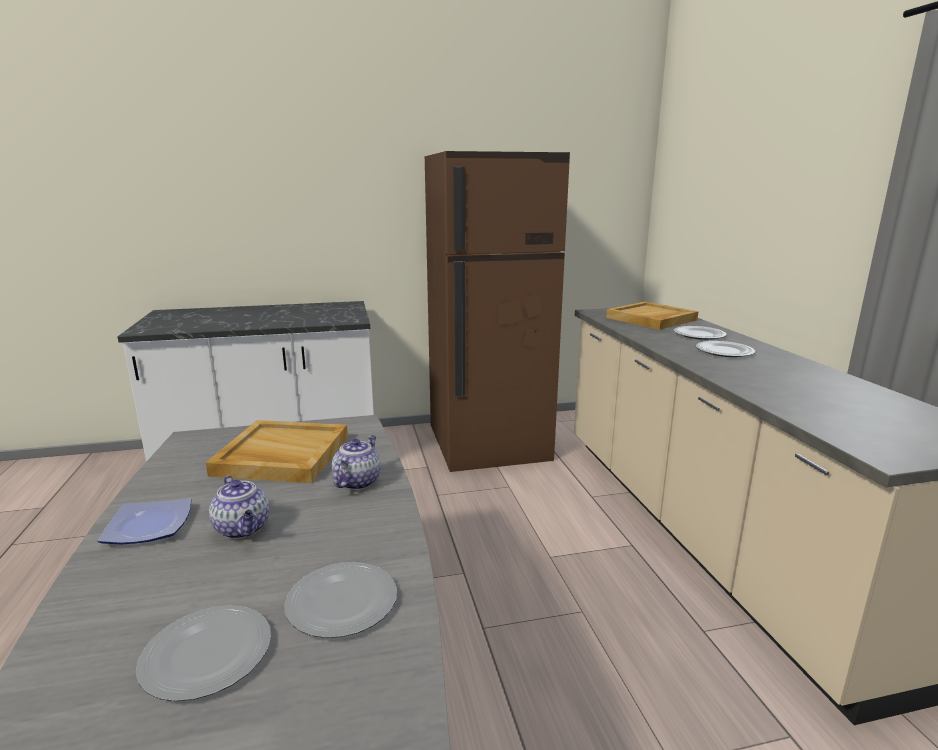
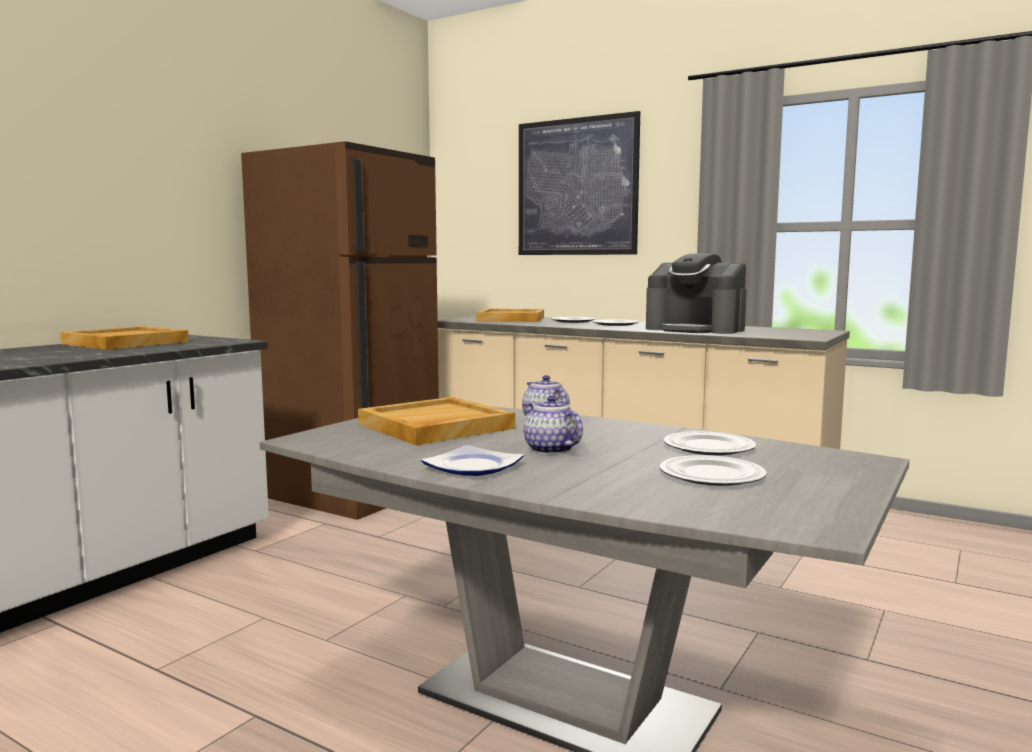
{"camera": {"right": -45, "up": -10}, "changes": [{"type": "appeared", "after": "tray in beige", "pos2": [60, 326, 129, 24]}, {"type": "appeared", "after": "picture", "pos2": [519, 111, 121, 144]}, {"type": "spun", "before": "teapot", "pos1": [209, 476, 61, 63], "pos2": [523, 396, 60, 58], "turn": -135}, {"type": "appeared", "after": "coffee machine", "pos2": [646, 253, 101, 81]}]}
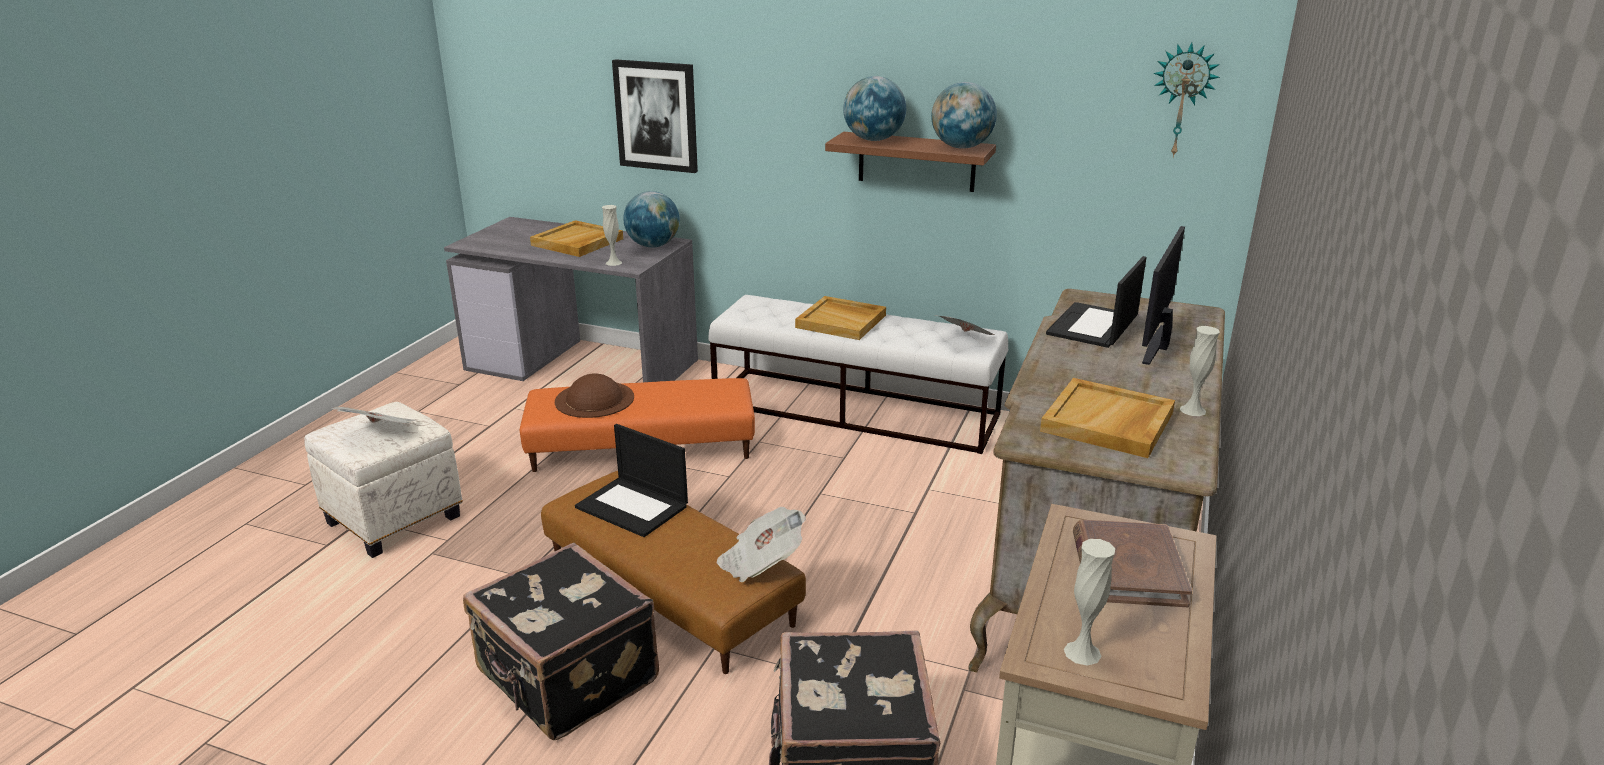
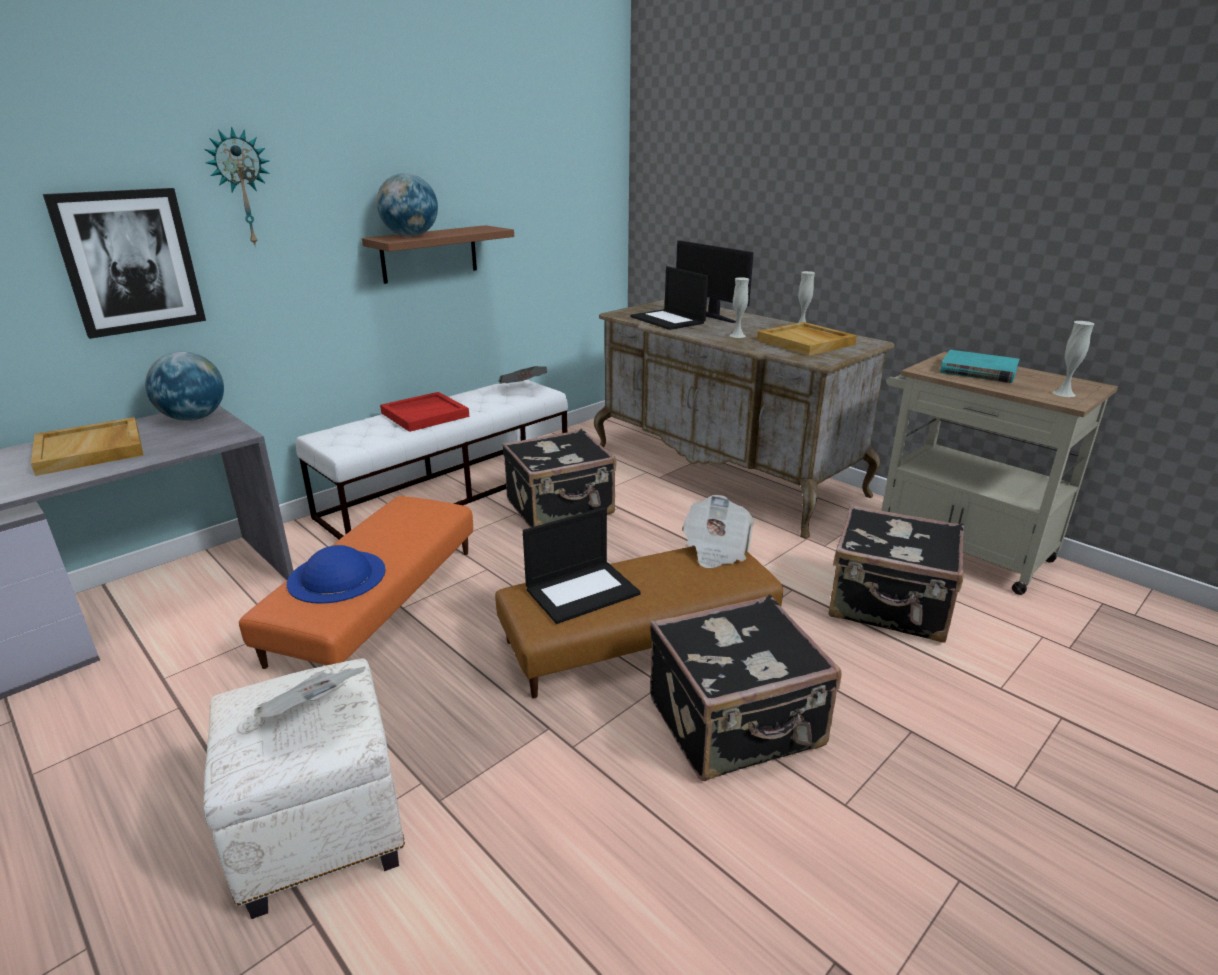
{"camera": {"right": -65, "up": 0}, "changes": [{"type": "relocated", "before": "wall clock", "pos1": [1153, 43, 67, 115], "pos2": [204, 127, 66, 120]}, {"type": "colour", "before": "hat in brown", "after": "hat in blue", "pos1": [555, 373, 79, 45], "pos2": [287, 545, 99, 59]}, {"type": "colour", "before": "tray in beige", "after": "tray in red", "pos1": [795, 296, 91, 44], "pos2": [380, 392, 89, 40]}, {"type": "appeared", "after": "suitcase in black", "pos2": [502, 429, 114, 99]}, {"type": "relocated", "before": "vase in white", "pos1": [602, 205, 20, 61], "pos2": [730, 277, 19, 61]}, {"type": "colour", "before": "book in brown", "after": "book in turquoise", "pos1": [1073, 520, 119, 87], "pos2": [940, 350, 80, 33]}, {"type": "missing", "before": "globe", "pos1": [931, 82, 66, 67]}]}
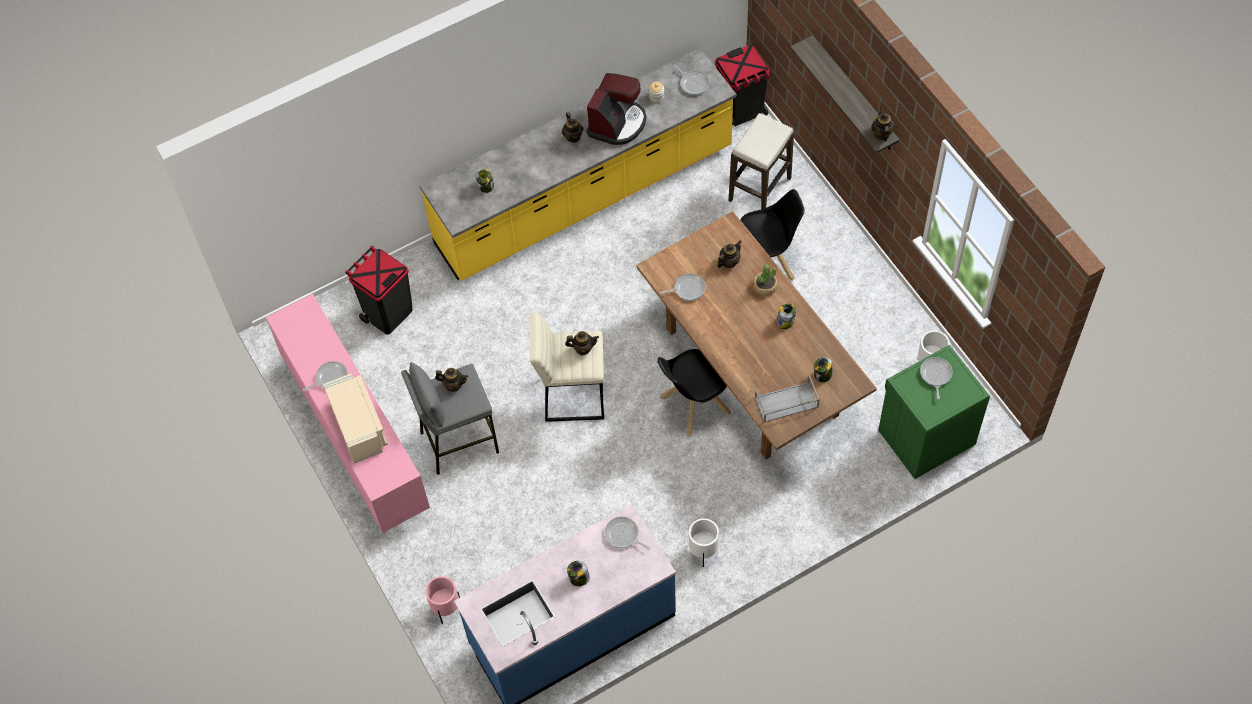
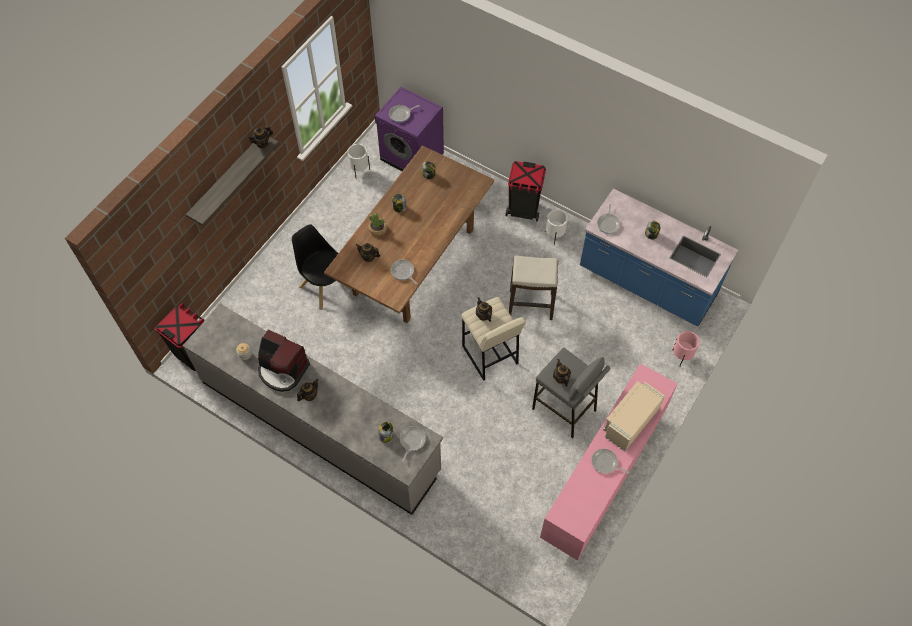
{"camera": {"right": -120, "up": 0}, "changes": [{"type": "colour", "before": "counter in yellow", "after": "counter in grey", "pos1": [419, 48, 317, 233], "pos2": [183, 304, 260, 211]}, {"type": "spun", "before": "coffee machine", "pos1": [587, 73, 59, 72], "pos2": [258, 330, 52, 62], "turn": -150}, {"type": "colour", "before": "washing machine in green", "after": "washing machine in purple", "pos1": [878, 345, 112, 134], "pos2": [375, 87, 69, 84]}, {"type": "relocated", "before": "frying pan", "pos1": [674, 65, 36, 30], "pos2": [400, 426, 26, 36]}, {"type": "relocated", "before": "trash can in black", "pos1": [345, 246, 67, 89], "pos2": [505, 161, 41, 61]}, {"type": "relocated", "before": "stool", "pos1": [729, 113, 65, 96], "pos2": [509, 256, 49, 64]}, {"type": "missing", "before": "chair in black", "pos1": [658, 349, 73, 88]}, {"type": "missing", "before": "tray in grey", "pos1": [755, 375, 65, 47]}]}
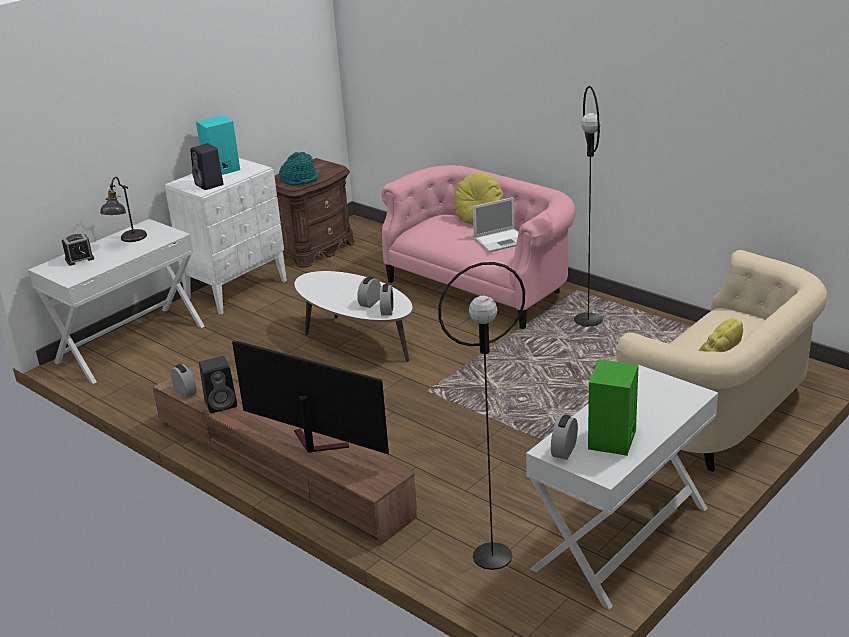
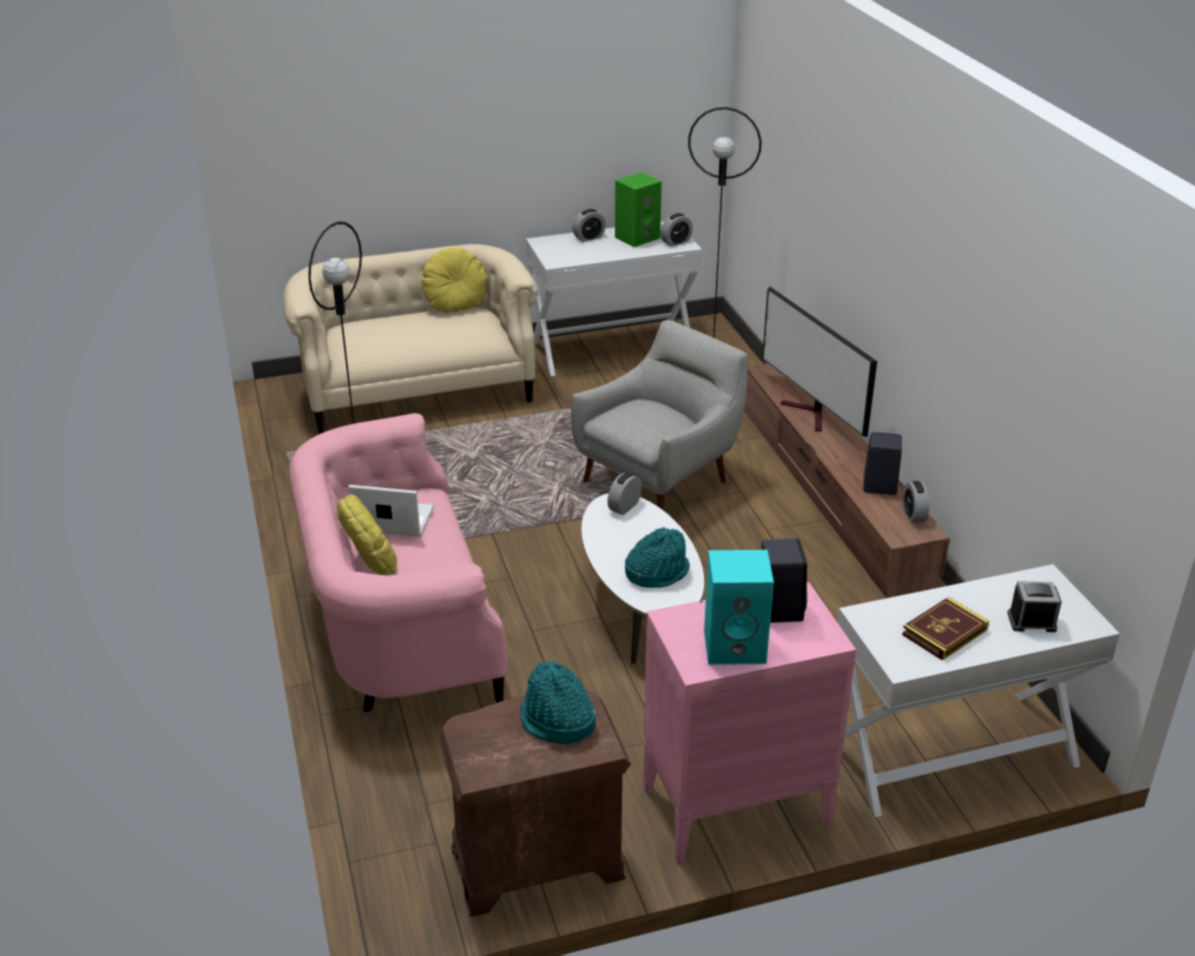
{"camera": {"right": -150, "up": 5}, "changes": [{"type": "appeared", "after": "armchair in grey", "pos2": [571, 320, 177, 190]}, {"type": "relocated", "before": "alarm clock", "pos1": [357, 277, 24, 31], "pos2": [572, 209, 34, 33]}, {"type": "appeared", "after": "hat in turquoise", "pos2": [625, 527, 65, 61]}, {"type": "colour", "before": "dresser in white", "after": "dresser in pink", "pos1": [165, 158, 122, 156], "pos2": [643, 582, 213, 282]}, {"type": "exchanged", "before": "table lamp in grey", "after": "book", "pos1": [100, 177, 47, 65], "pos2": [902, 597, 87, 64]}]}
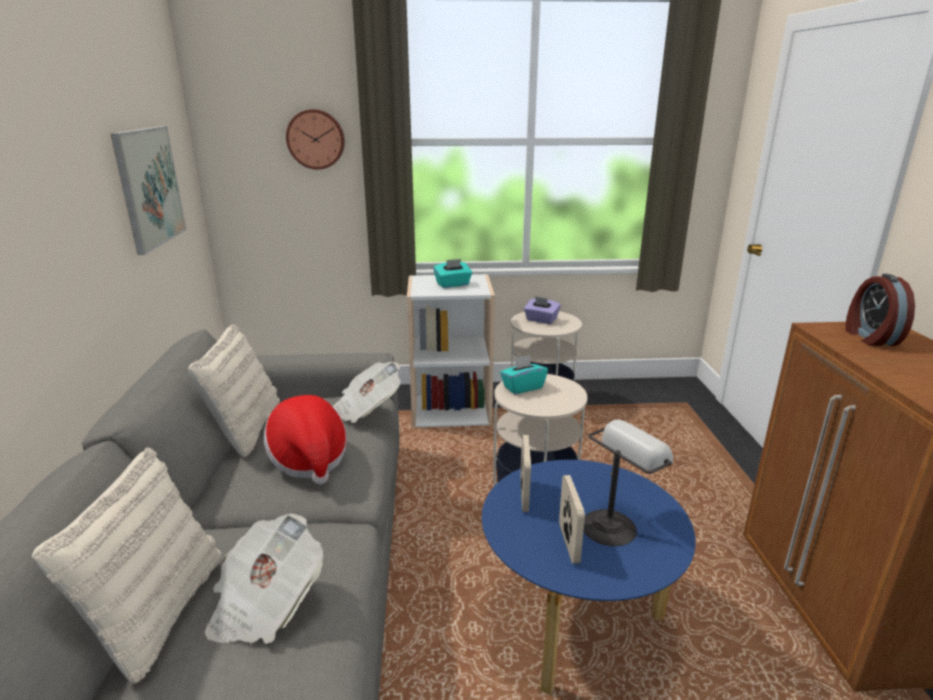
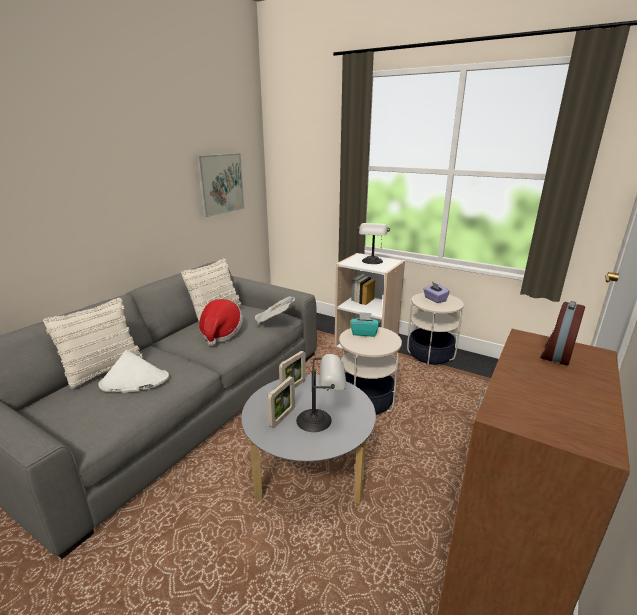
{"camera": {"right": 35, "up": 0}, "changes": [{"type": "exchanged", "before": "newspaper", "after": "hat in white", "pos1": [205, 514, 118, 130], "pos2": [98, 350, 71, 43]}, {"type": "colour", "before": "coffee table in blue", "after": "coffee table in grey", "pos1": [482, 460, 214, 235], "pos2": [241, 374, 135, 131]}, {"type": "exchanged", "before": "tissue box in turquoise", "after": "table lamp", "pos1": [433, 259, 39, 29], "pos2": [357, 223, 33, 41]}, {"type": "missing", "before": "wall clock", "pos1": [286, 109, 59, 61]}]}
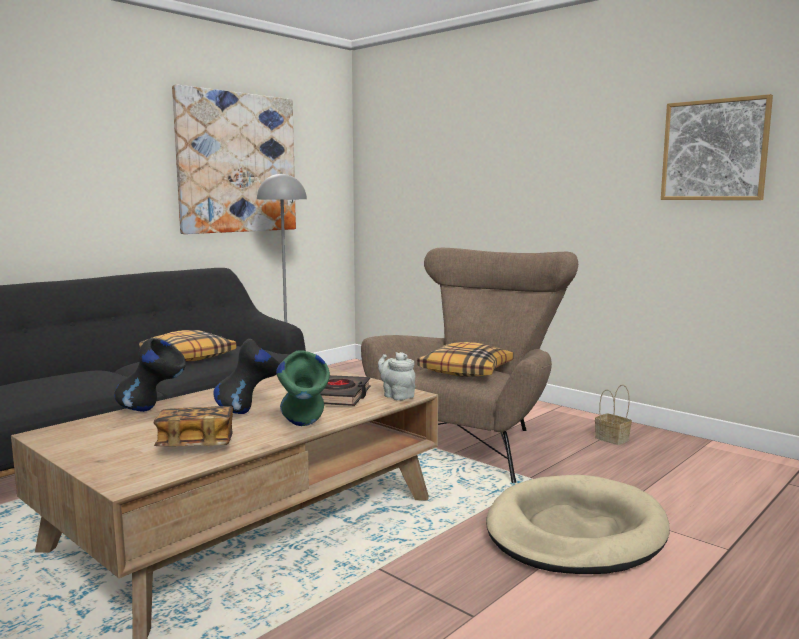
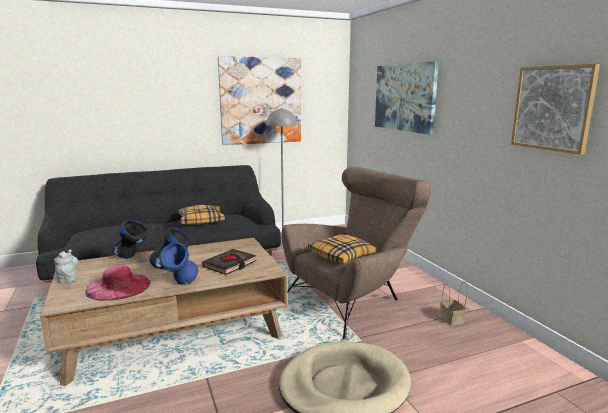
{"camera": {"right": 25, "up": 5}, "changes": [{"type": "relocated", "before": "teapot in grey", "pos1": [378, 352, 37, 48], "pos2": [54, 250, 25, 33]}, {"type": "exchanged", "before": "book", "after": "hat in pink", "pos1": [154, 406, 79, 40], "pos2": [85, 265, 65, 36]}, {"type": "colour", "before": "vase in green", "after": "vase in blue", "pos1": [276, 350, 54, 76], "pos2": [159, 242, 39, 43]}, {"type": "appeared", "after": "picture", "pos2": [375, 61, 64, 74]}]}
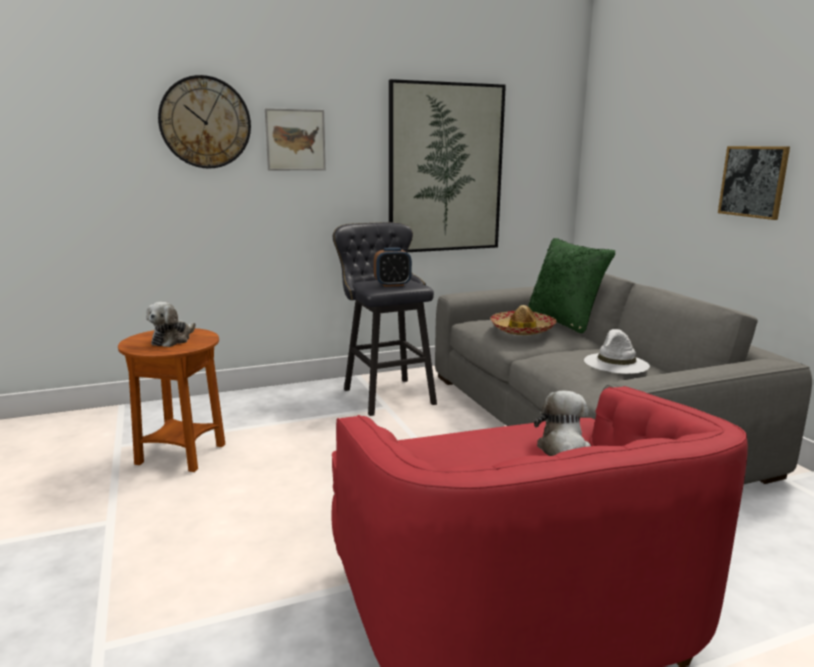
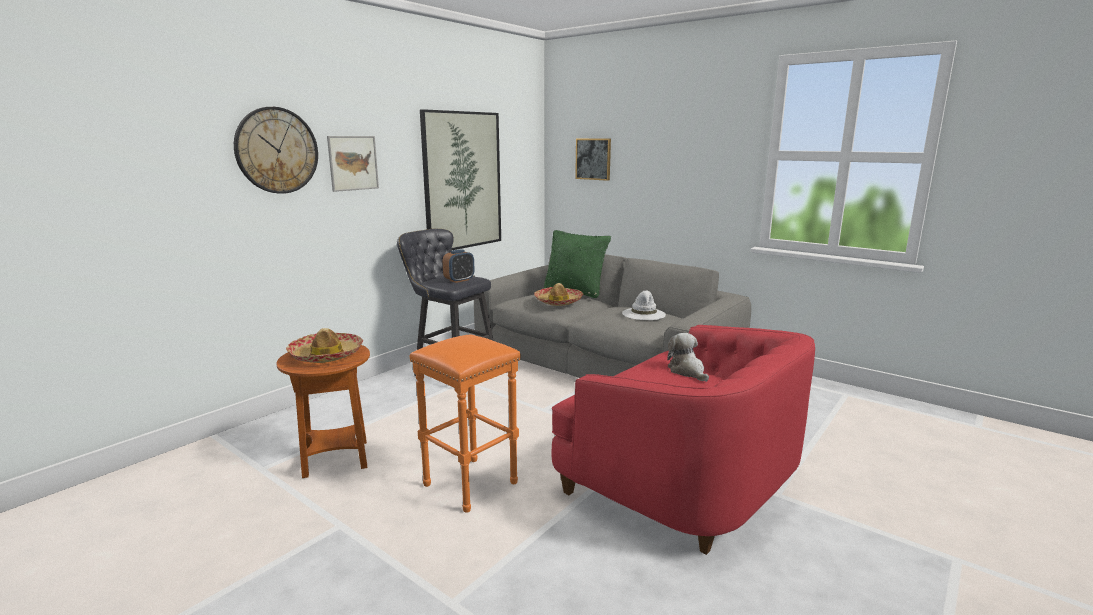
{"camera": {"right": -30, "up": 0}, "changes": [{"type": "exchanged", "before": "plush toy", "after": "hat", "pos1": [146, 302, 50, 45], "pos2": [286, 328, 77, 35]}, {"type": "appeared", "after": "stool in orange", "pos2": [409, 334, 112, 179]}, {"type": "relocated", "before": "picture", "pos1": [718, 146, 72, 74], "pos2": [575, 139, 36, 42]}]}
